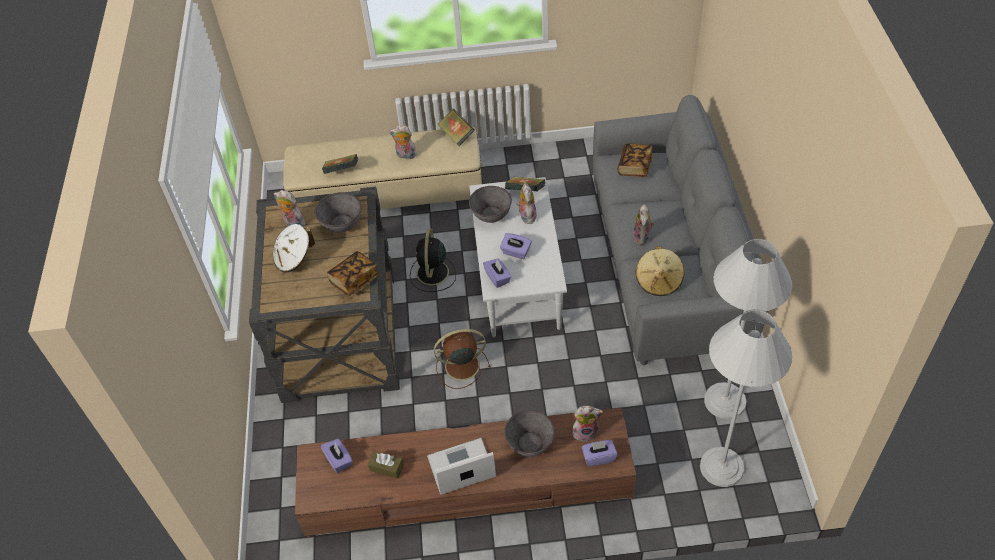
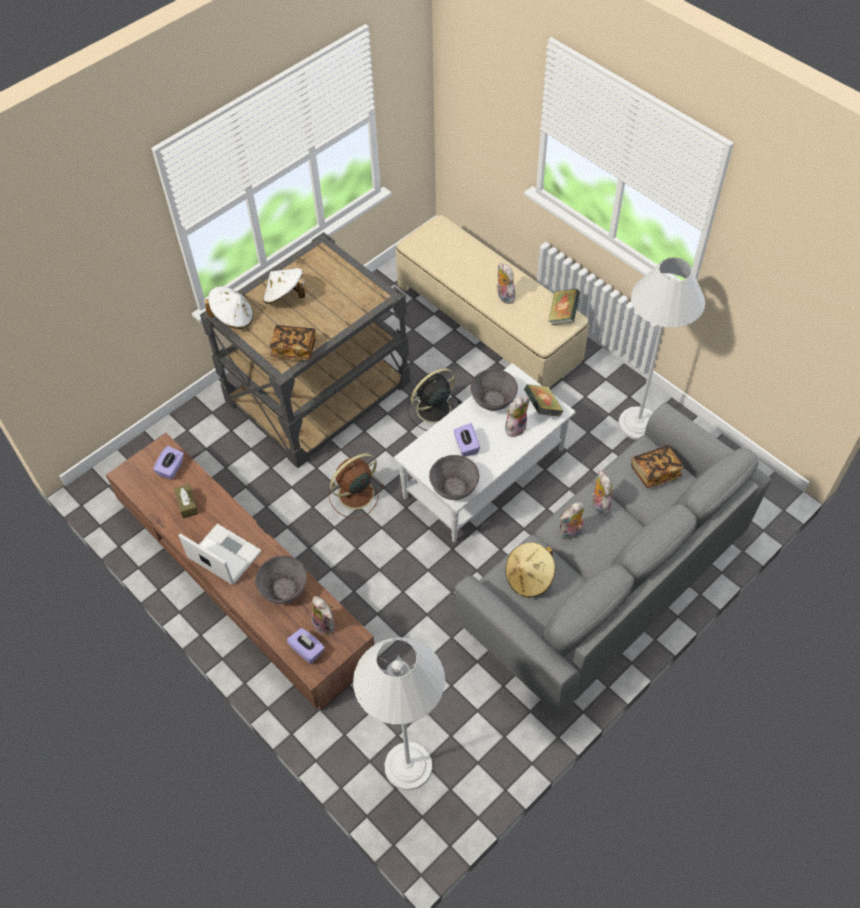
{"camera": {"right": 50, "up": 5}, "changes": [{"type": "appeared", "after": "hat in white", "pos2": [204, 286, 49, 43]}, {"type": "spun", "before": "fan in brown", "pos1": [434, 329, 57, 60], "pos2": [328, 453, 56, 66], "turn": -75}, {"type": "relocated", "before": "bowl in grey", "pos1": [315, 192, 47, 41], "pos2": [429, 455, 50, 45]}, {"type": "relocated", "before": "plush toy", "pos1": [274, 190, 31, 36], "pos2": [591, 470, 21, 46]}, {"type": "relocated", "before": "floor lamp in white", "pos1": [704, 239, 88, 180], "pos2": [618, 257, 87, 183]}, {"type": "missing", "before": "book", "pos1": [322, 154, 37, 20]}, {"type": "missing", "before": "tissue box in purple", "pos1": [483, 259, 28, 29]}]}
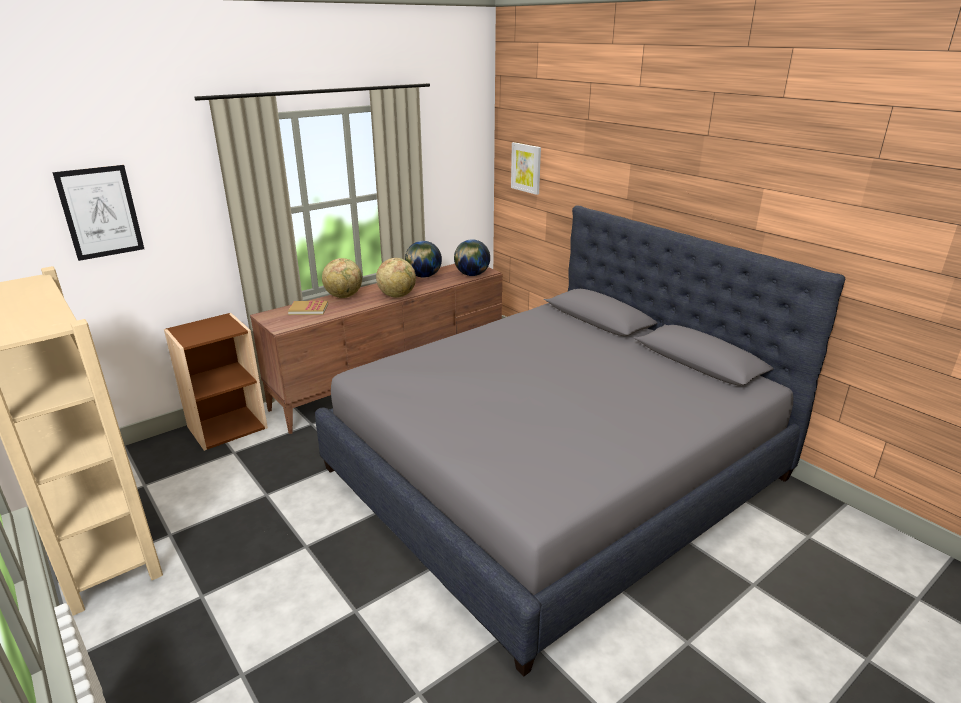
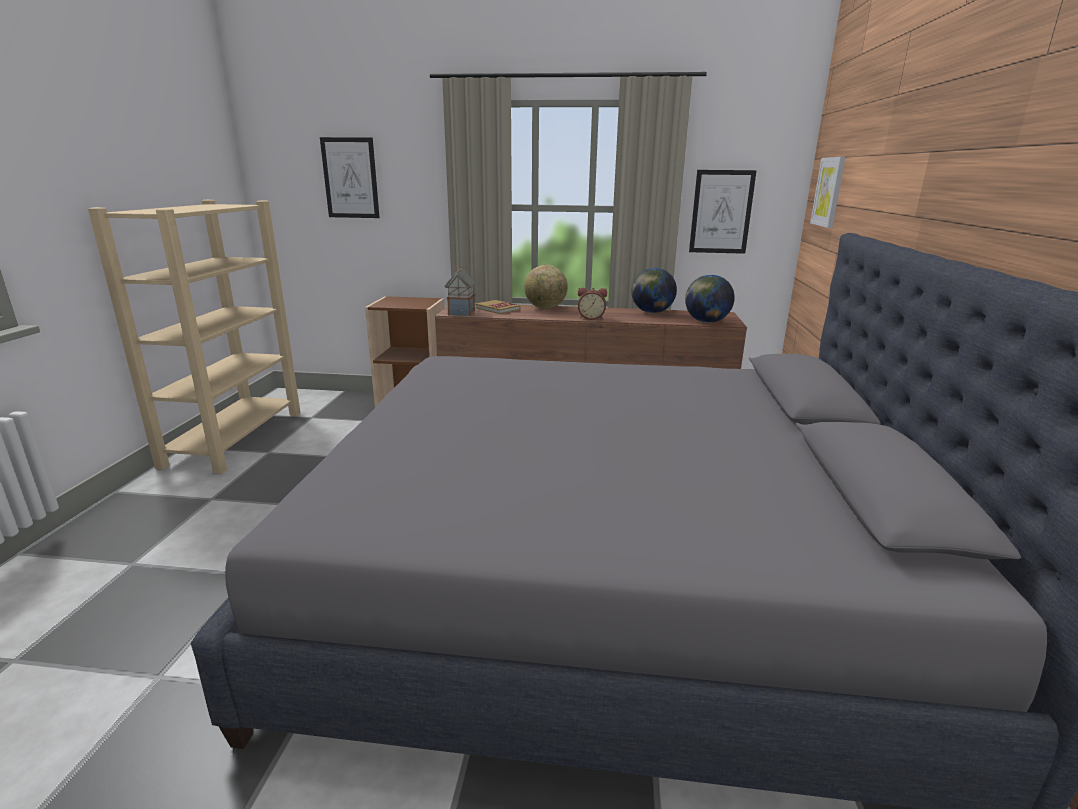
{"camera": {"right": 45, "up": -5}, "changes": [{"type": "appeared", "after": "toy house", "pos2": [444, 267, 32, 49]}, {"type": "exchanged", "before": "globe", "after": "alarm clock", "pos1": [376, 258, 40, 40], "pos2": [578, 288, 29, 32]}, {"type": "appeared", "after": "picture", "pos2": [689, 170, 68, 84]}]}
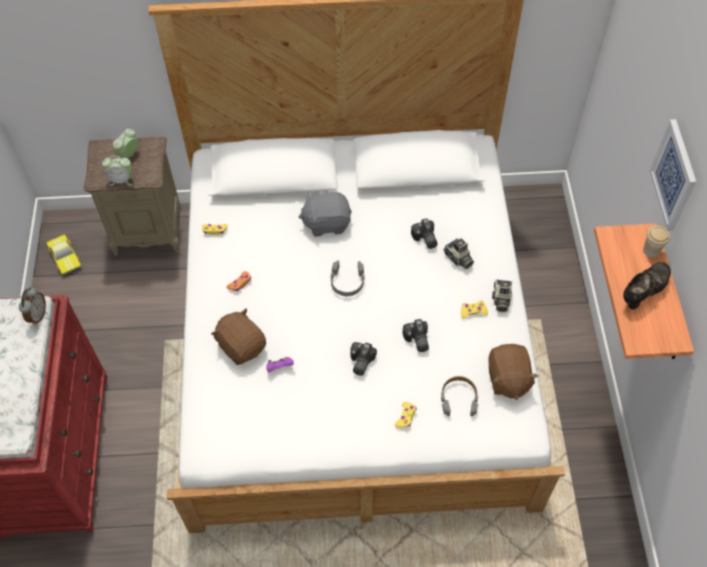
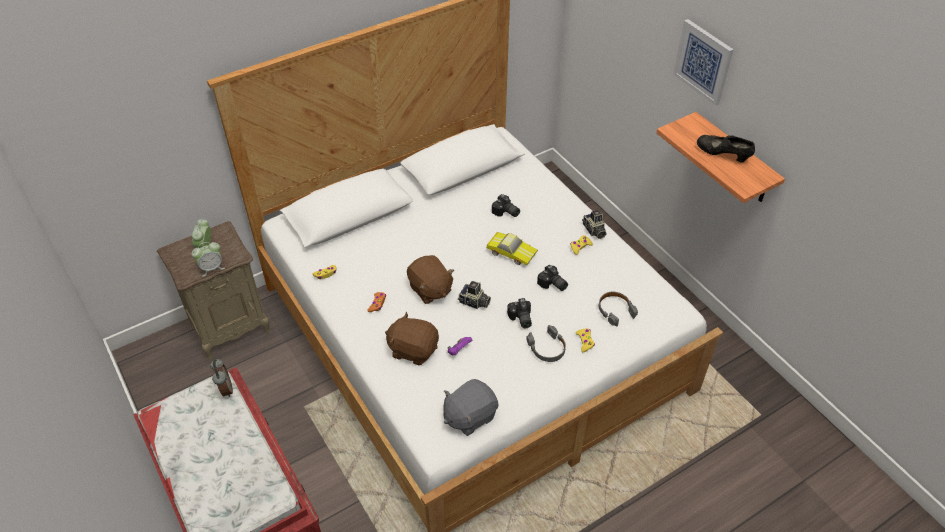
{"camera": {"right": -30, "up": -10}, "changes": [{"type": "relocated", "before": "plush toy in brown", "pos1": [488, 344, 51, 56], "pos2": [407, 255, 47, 49]}, {"type": "relocated", "before": "plush toy in grey", "pos1": [298, 191, 54, 46], "pos2": [443, 379, 56, 57]}, {"type": "relocated", "before": "photo camera", "pos1": [443, 238, 31, 31], "pos2": [458, 281, 33, 28]}, {"type": "relocated", "before": "toy car", "pos1": [46, 234, 36, 41], "pos2": [487, 232, 51, 33]}, {"type": "relocated", "before": "headphones in grey", "pos1": [330, 260, 35, 36], "pos2": [526, 325, 40, 37]}, {"type": "spun", "before": "shoe in black", "pos1": [623, 262, 48, 47], "pos2": [697, 135, 58, 28], "turn": -75}, {"type": "missing", "before": "cup", "pos1": [643, 226, 27, 31]}]}
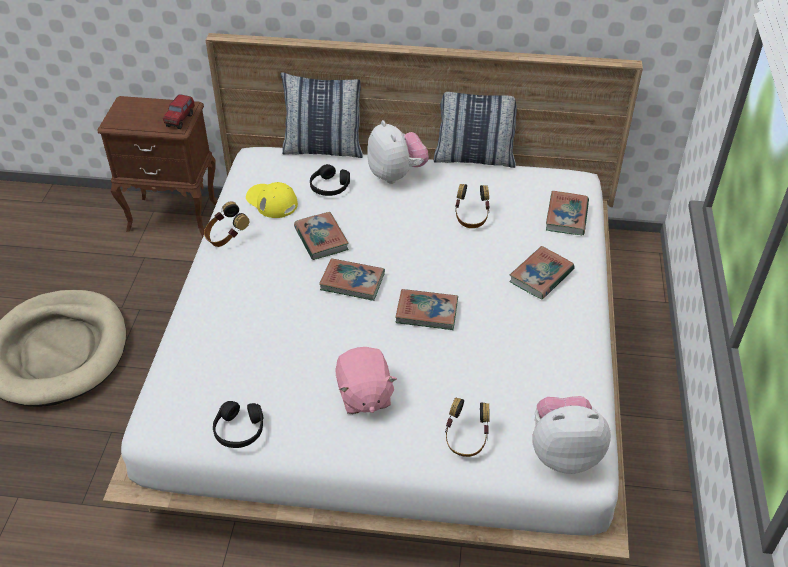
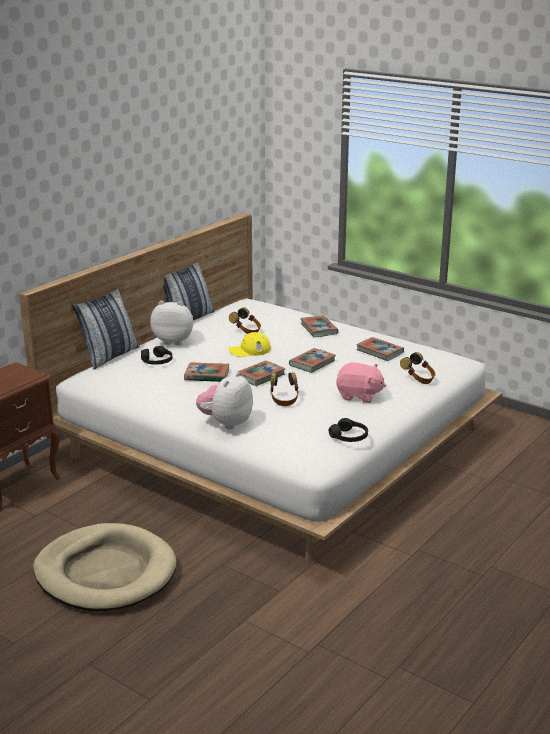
{"camera": {"right": -60, "up": -20}, "changes": [{"type": "relocated", "before": "plush toy", "pos1": [532, 396, 79, 78], "pos2": [196, 372, 57, 58]}, {"type": "relocated", "before": "cap in yellow", "pos1": [246, 182, 52, 36], "pos2": [228, 332, 43, 25]}, {"type": "relocated", "before": "headphones", "pos1": [204, 201, 45, 46], "pos2": [271, 373, 28, 33]}, {"type": "relocated", "before": "book", "pos1": [546, 191, 43, 44], "pos2": [356, 337, 48, 24]}, {"type": "missing", "before": "toy truck", "pos1": [163, 94, 32, 35]}]}
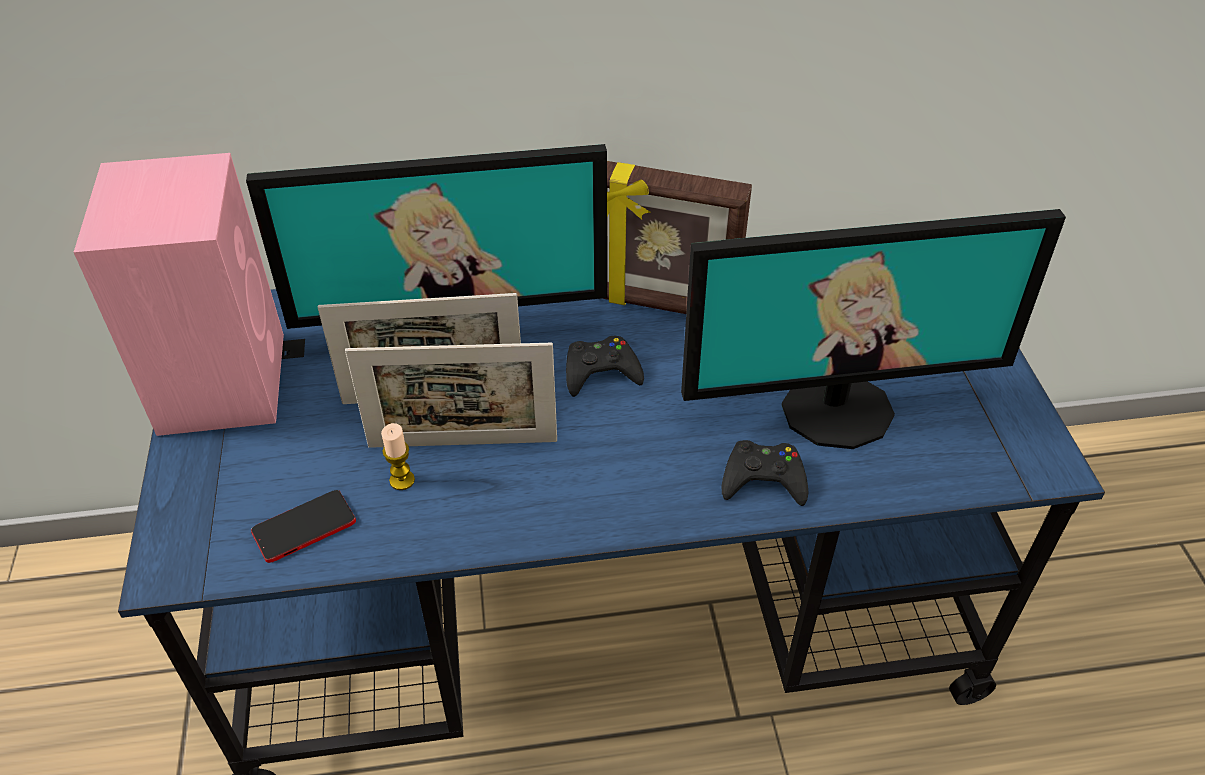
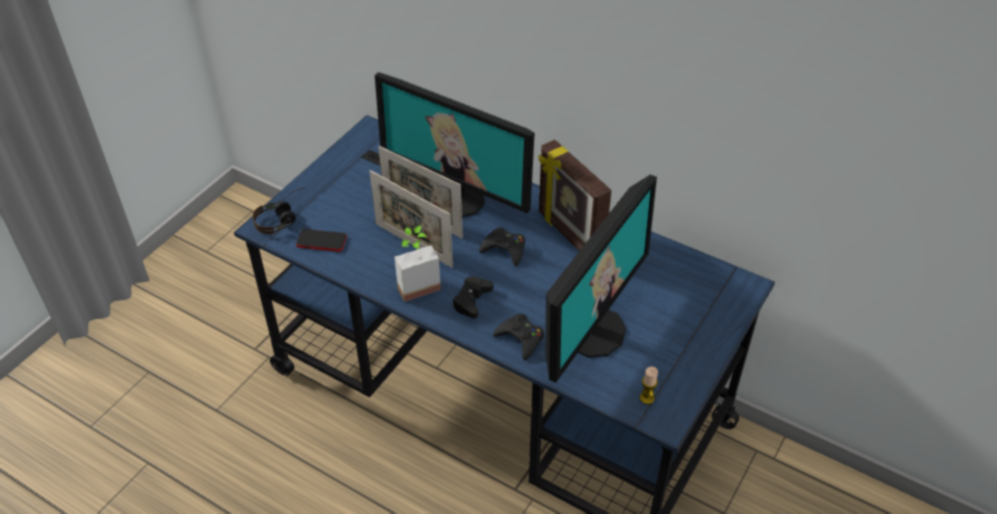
{"camera": {"right": 40, "up": 0}, "changes": [{"type": "appeared", "after": "headphones", "pos2": [252, 188, 52, 46]}, {"type": "appeared", "after": "potted plant", "pos2": [395, 225, 46, 77]}, {"type": "appeared", "after": "game controller in black", "pos2": [453, 276, 40, 42]}, {"type": "spun", "before": "monitor", "pos1": [681, 209, 385, 240], "pos2": [546, 175, 111, 208], "turn": -90}, {"type": "relocated", "before": "candle", "pos1": [381, 423, 34, 67], "pos2": [640, 367, 18, 37]}, {"type": "missing", "before": "speaker in pink", "pos1": [74, 153, 210, 283]}]}
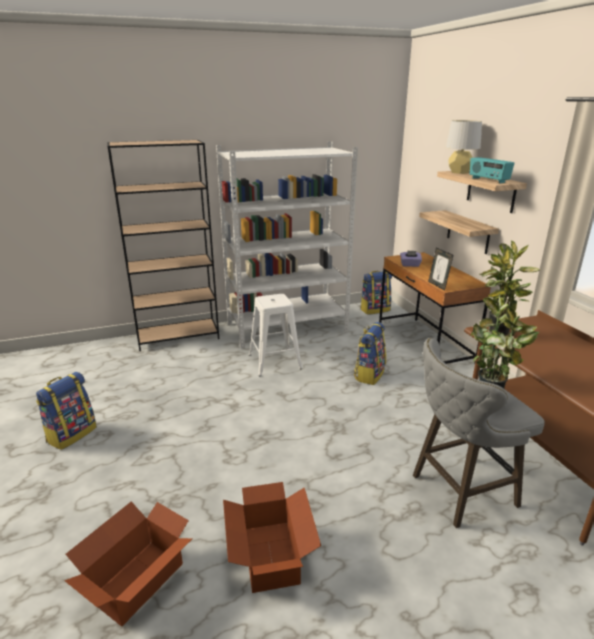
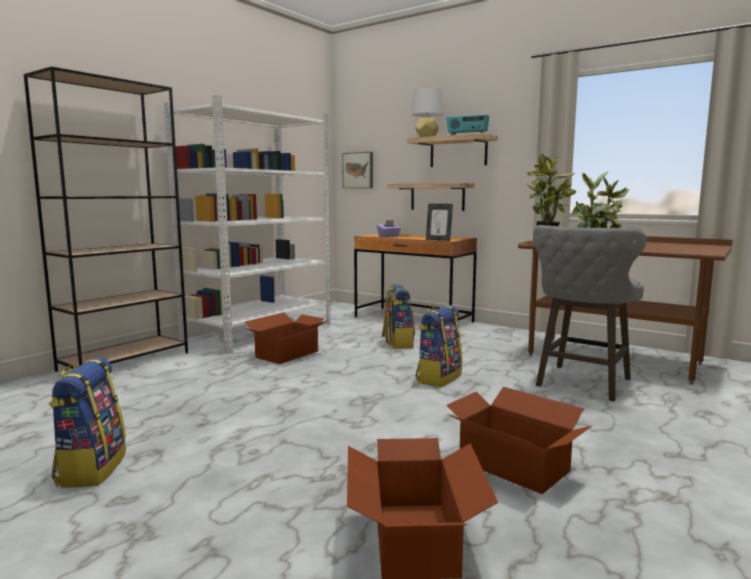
{"camera": {"right": -35, "up": -15}, "changes": [{"type": "exchanged", "before": "stool in white", "after": "cardboard box", "pos1": [249, 294, 54, 82], "pos2": [245, 312, 82, 52]}, {"type": "appeared", "after": "picture", "pos2": [342, 152, 31, 36]}, {"type": "relocated", "before": "backpack", "pos1": [360, 271, 32, 44], "pos2": [416, 305, 46, 82]}]}
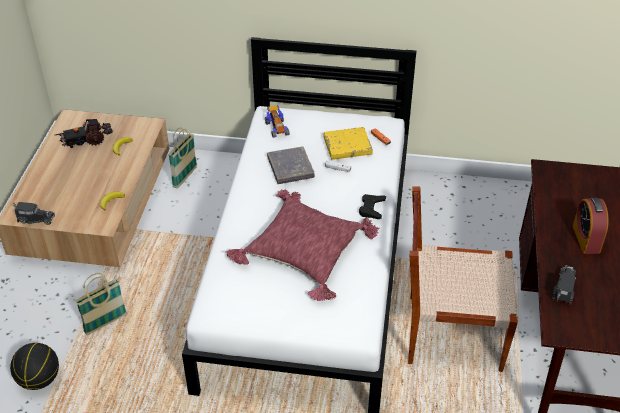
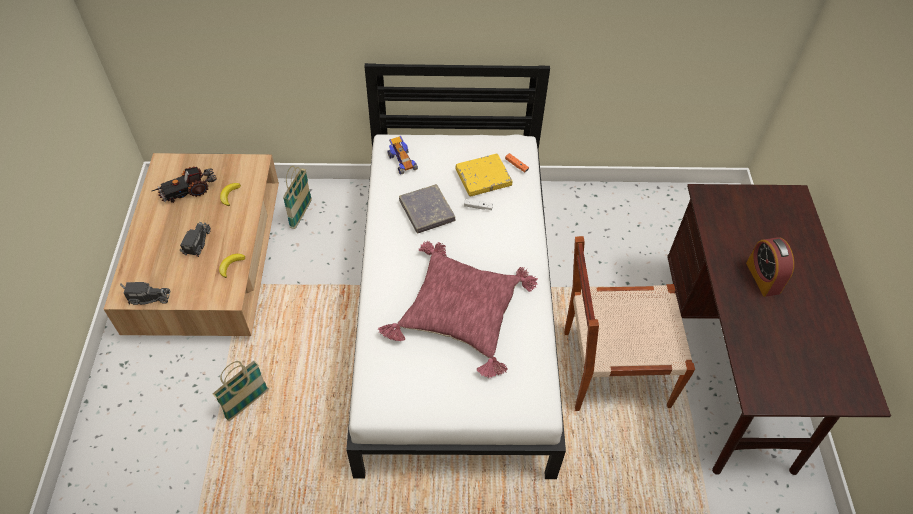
{"camera": {"right": -10, "up": 10}, "changes": [{"type": "relocated", "before": "toy truck", "pos1": [551, 265, 25, 40], "pos2": [180, 222, 31, 35]}, {"type": "missing", "before": "basketball", "pos1": [10, 343, 49, 47]}, {"type": "missing", "before": "game controller in black", "pos1": [359, 194, 27, 25]}]}
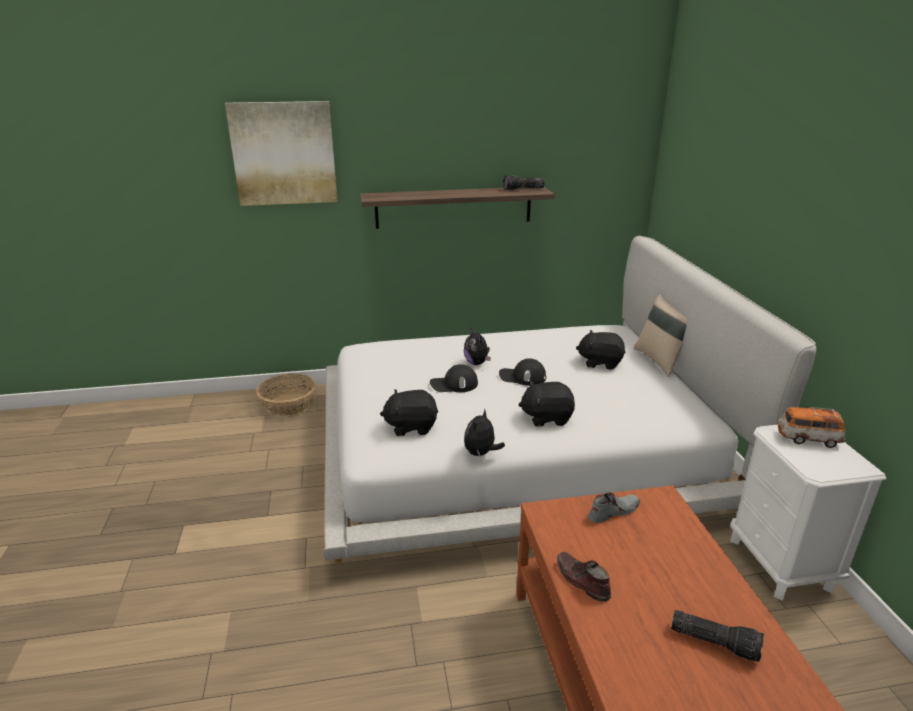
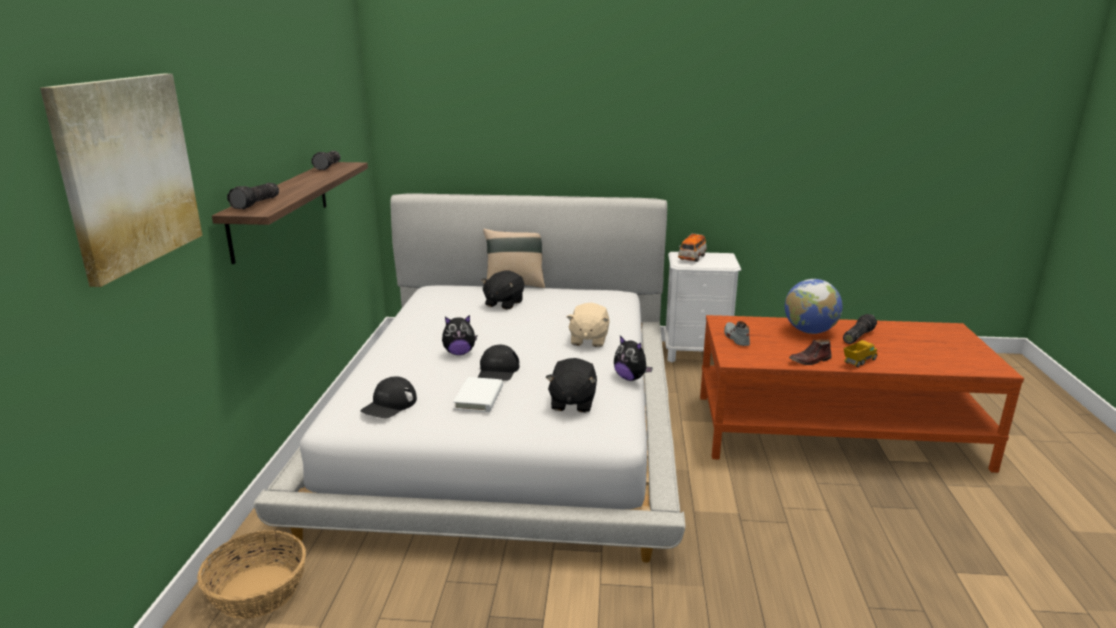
{"camera": {"right": -75, "up": -5}, "changes": [{"type": "appeared", "after": "flashlight", "pos2": [227, 183, 52, 26]}, {"type": "relocated", "before": "cap in black", "pos1": [499, 359, 47, 27], "pos2": [360, 376, 57, 42]}, {"type": "appeared", "after": "book in white", "pos2": [453, 377, 50, 35]}, {"type": "colour", "before": "plush toy in black", "after": "plush toy in beige", "pos1": [518, 381, 57, 45], "pos2": [567, 303, 42, 44]}, {"type": "appeared", "after": "globe", "pos2": [785, 279, 58, 55]}, {"type": "appeared", "after": "toy truck", "pos2": [843, 340, 34, 27]}]}
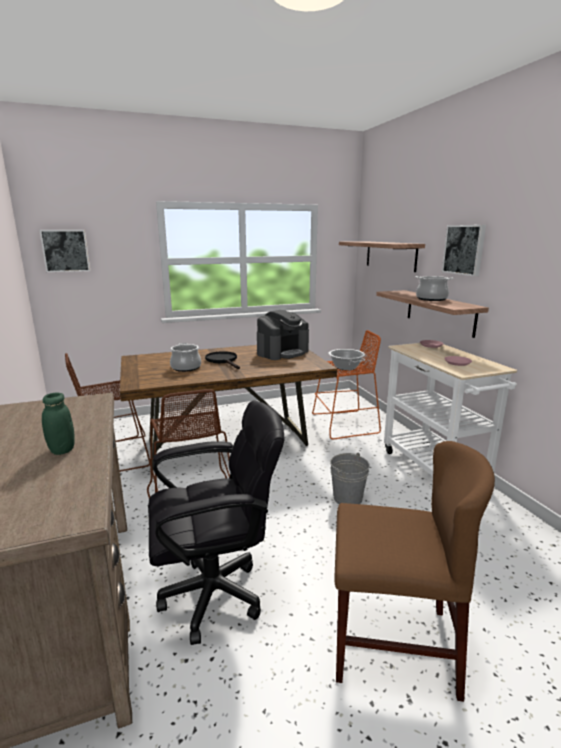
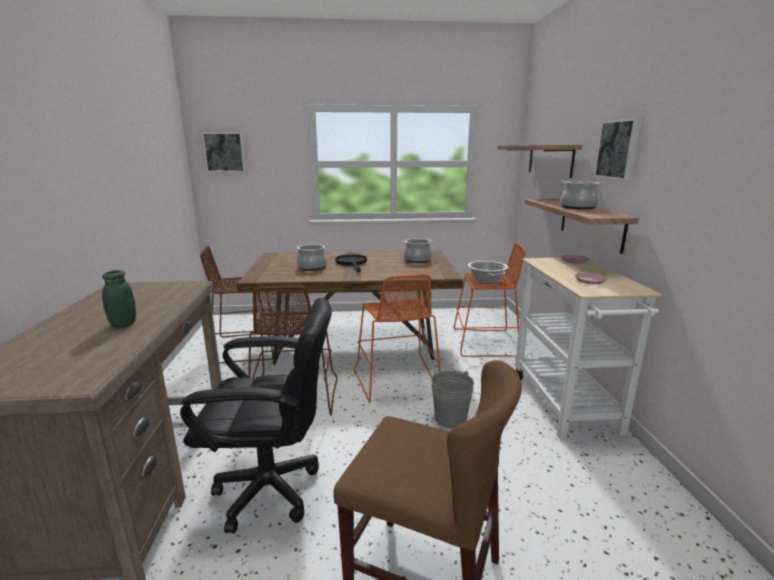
{"camera": {"right": 15, "up": 0}, "changes": [{"type": "appeared", "after": "stool in orange", "pos2": [354, 274, 87, 129]}, {"type": "exchanged", "before": "coffee machine", "after": "cooking pot", "pos1": [257, 310, 52, 50], "pos2": [403, 238, 30, 25]}]}
